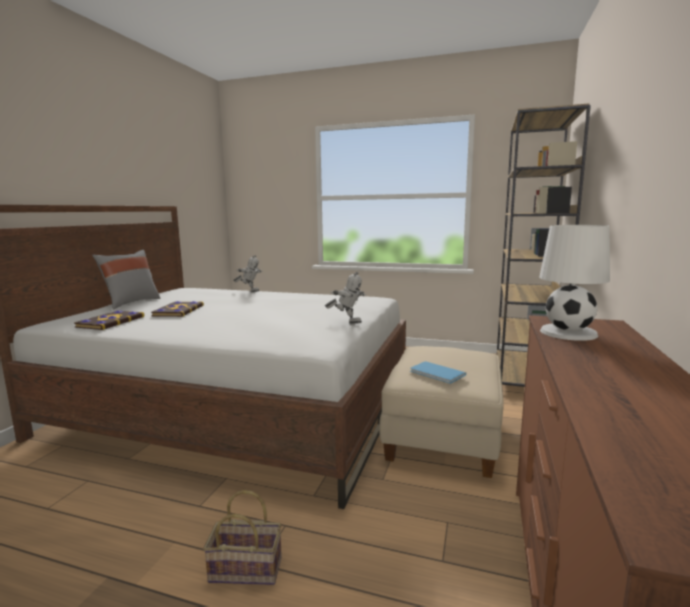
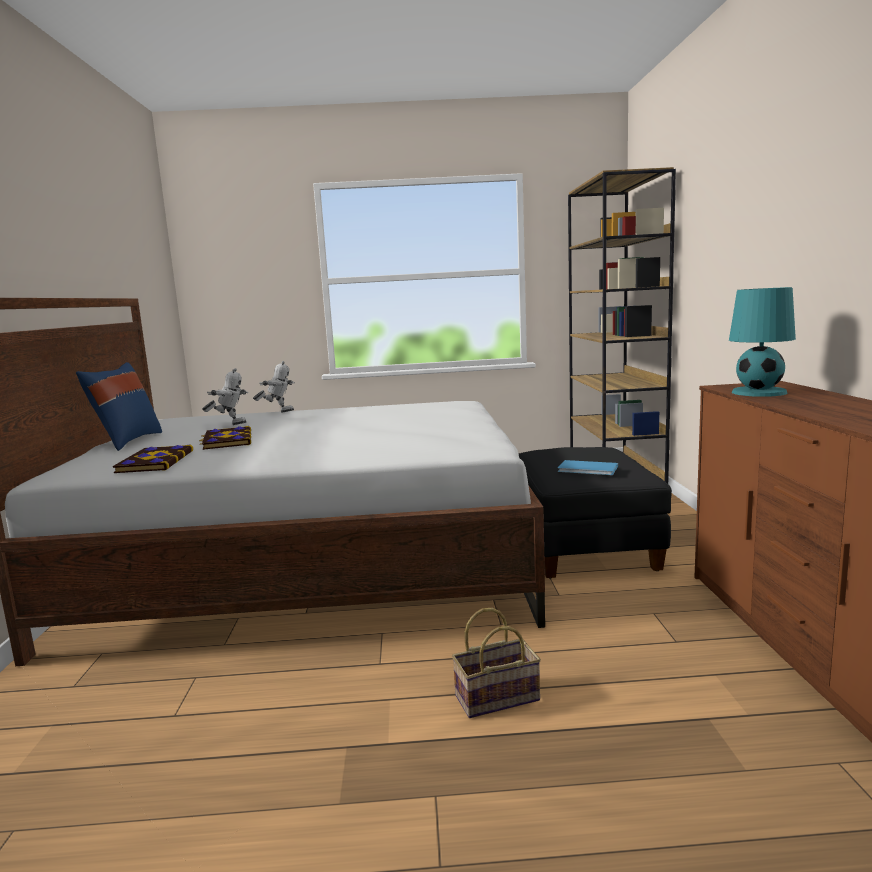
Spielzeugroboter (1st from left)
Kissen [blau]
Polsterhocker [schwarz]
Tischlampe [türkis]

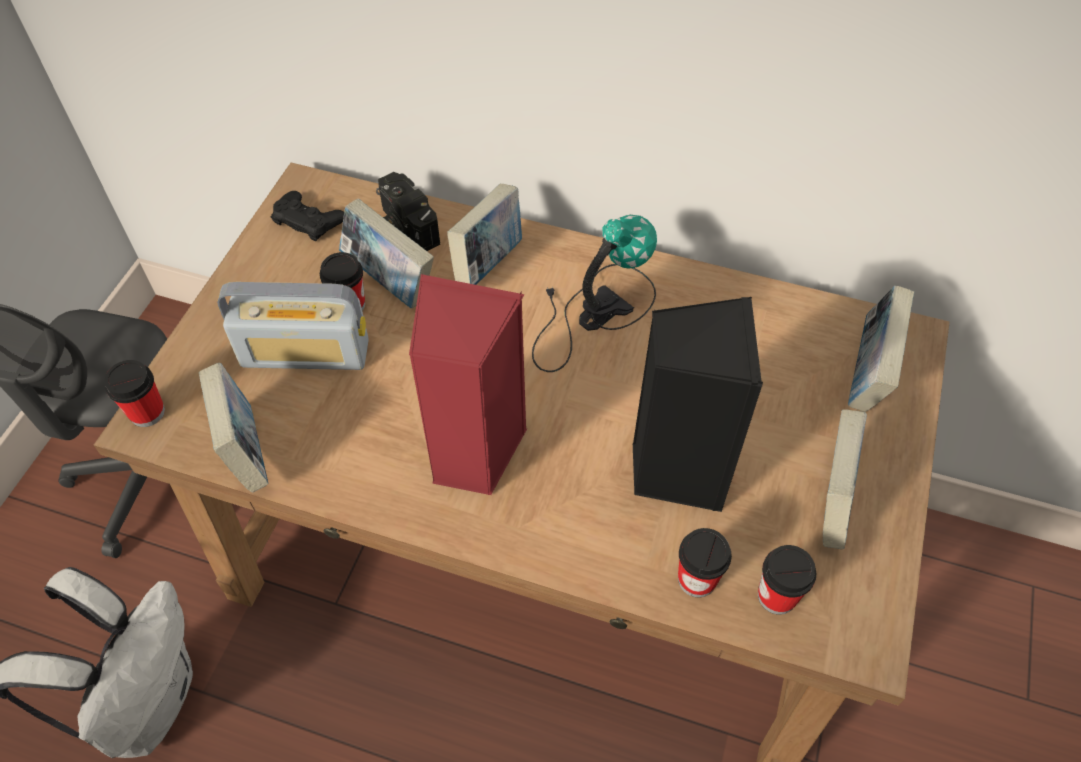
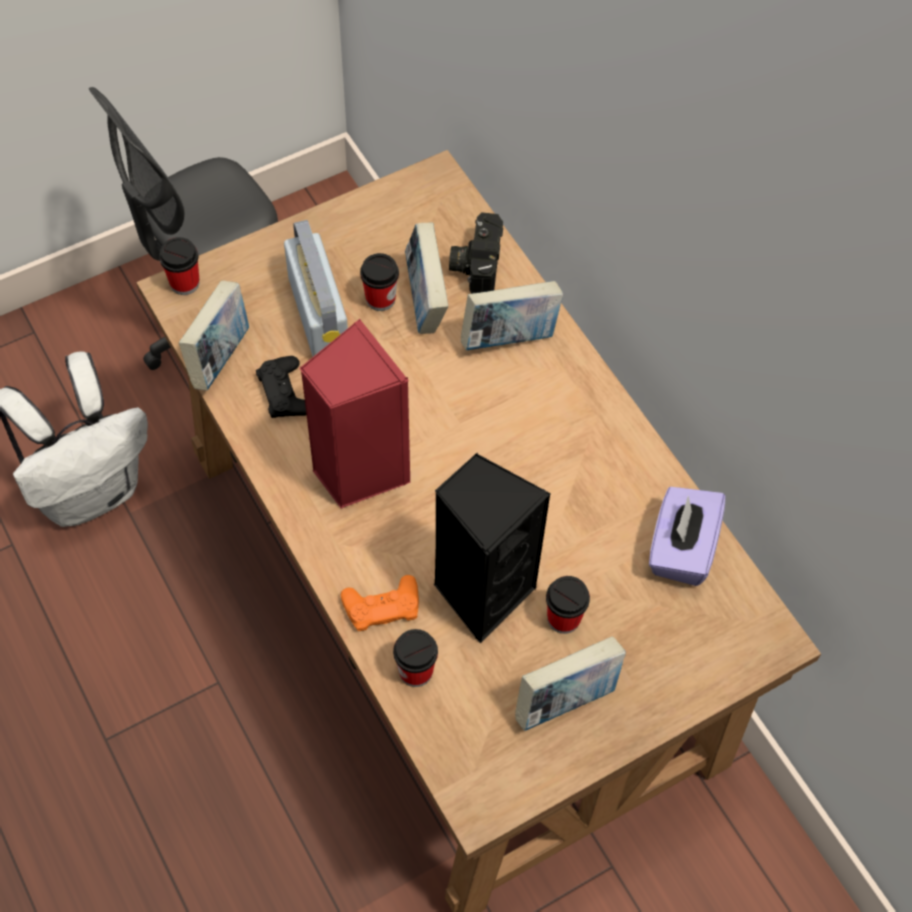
Tischlampe
Buch (5th from left in the first image)
Gamepad [orange]
Taschentuchbox [lila]
Gamepad [schwarz]
Tasse (4th from left)
Radio

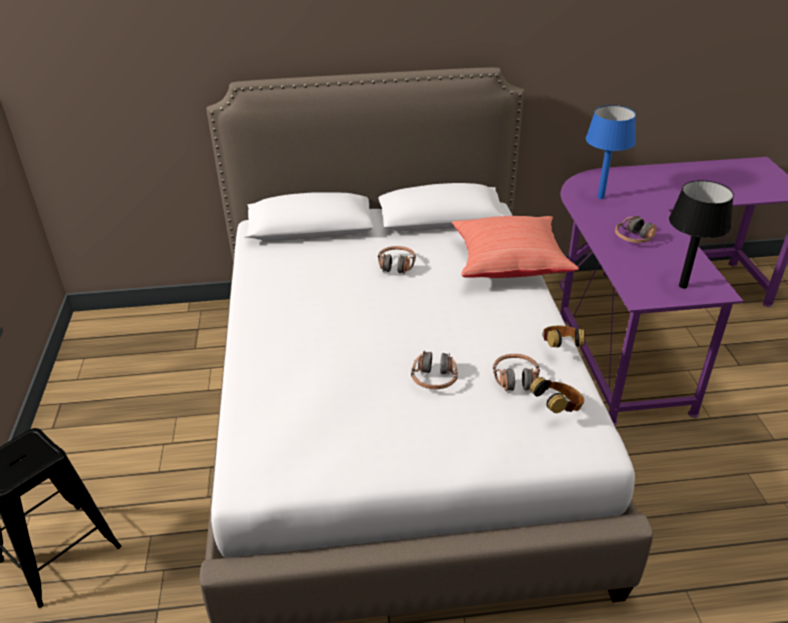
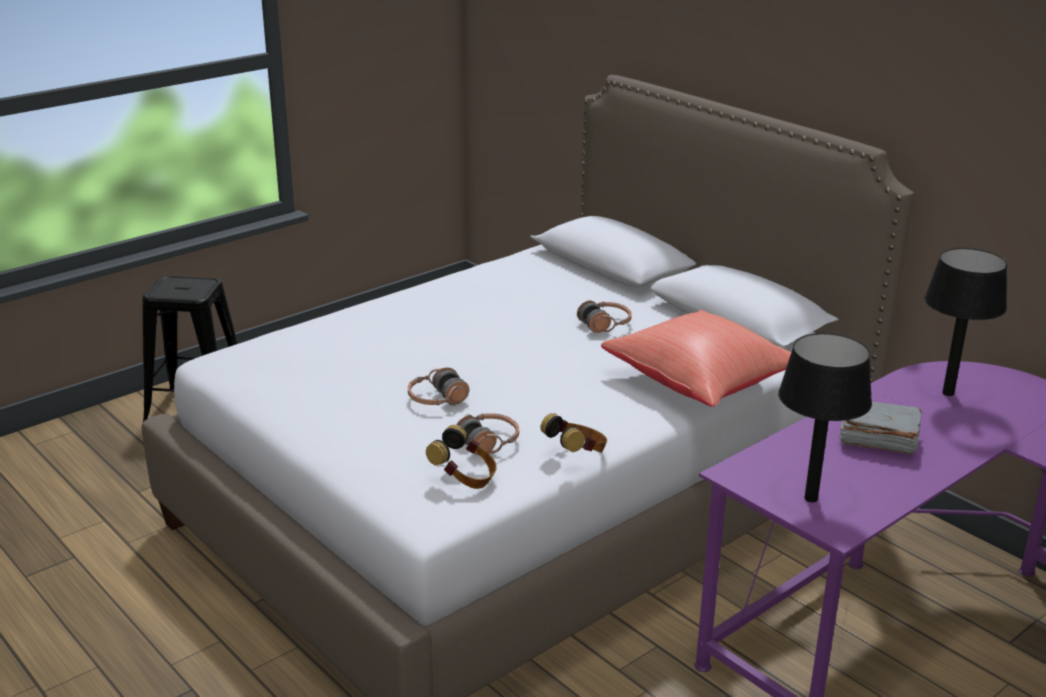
Buch [grau]
Tischlampe [schwarz] (2nd from left)

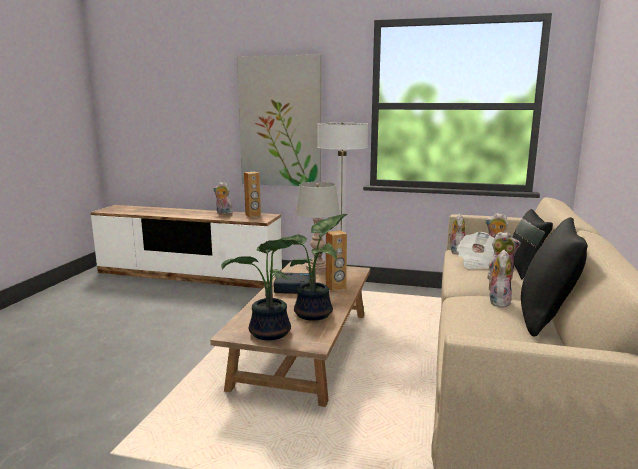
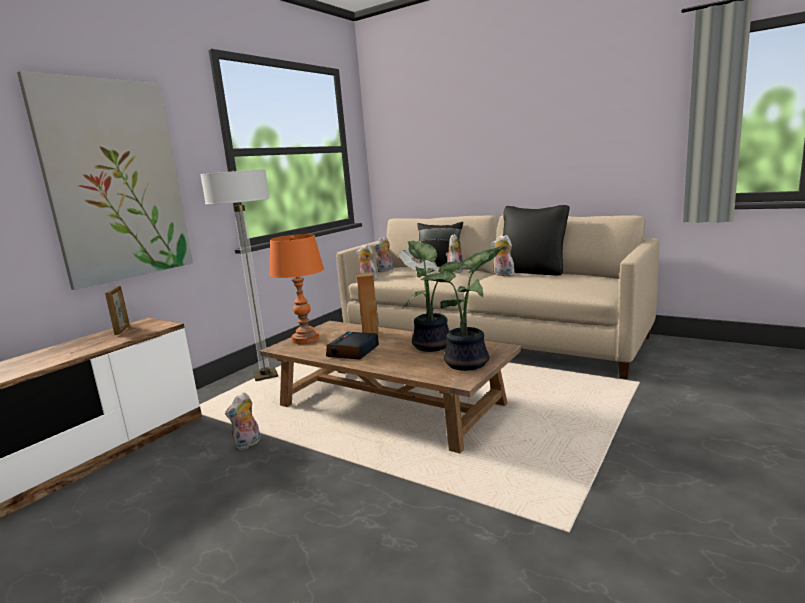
Plüschtier (1st from left)
Bilderrahmen
Tischlampe [orange]

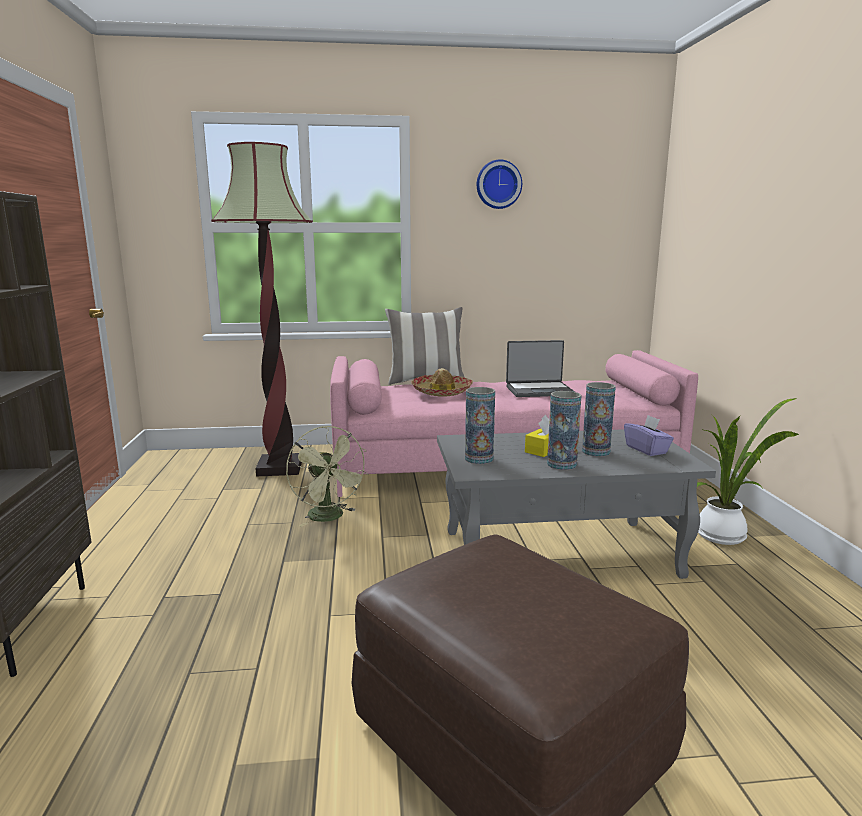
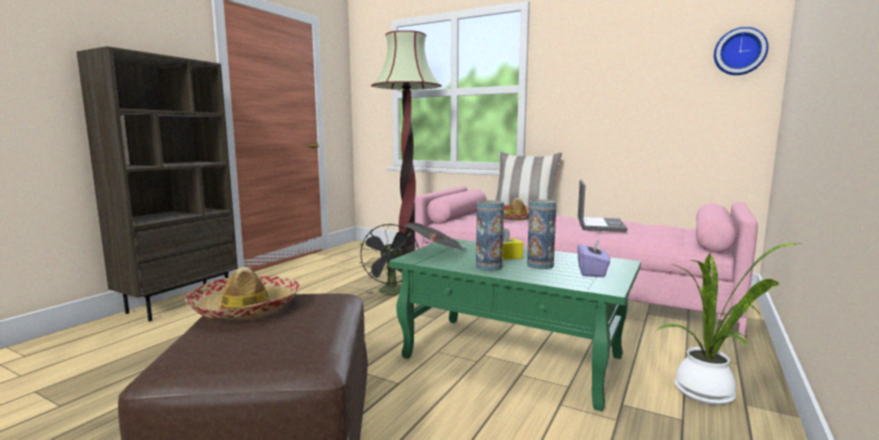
Hut (1st from left)
Wanduhr
Zeitung
Ventilator [schwarz]
Couchtisch [grün]
Laptop

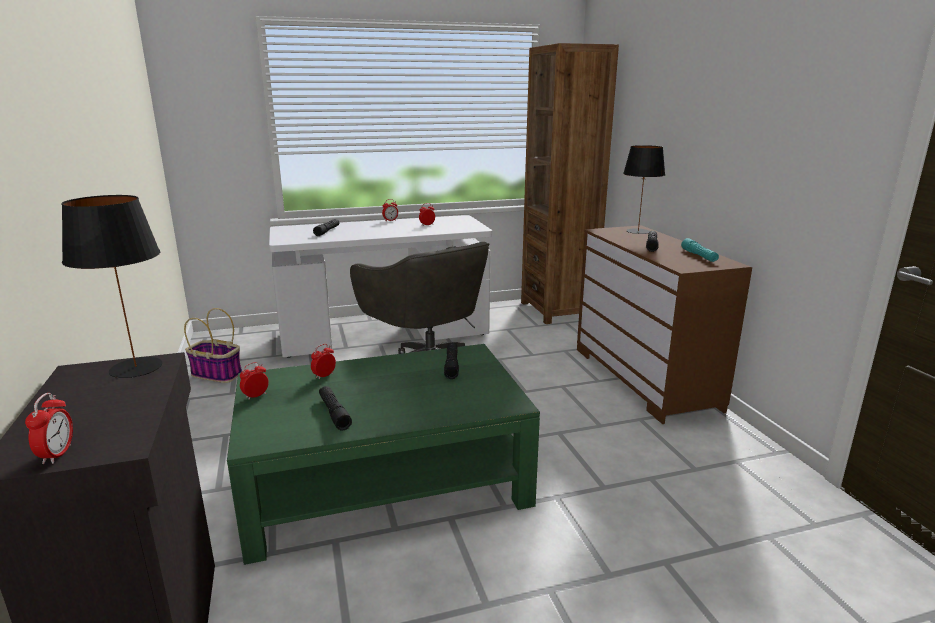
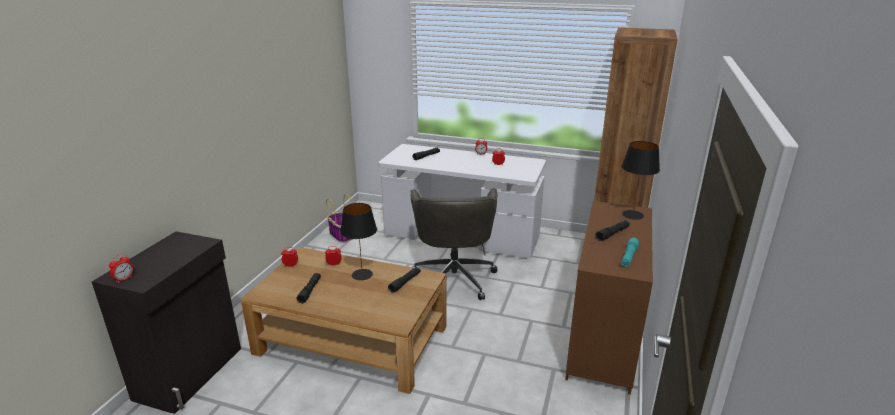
Tischlampe [schwarz] (1st from left)
Couchtisch [braun]

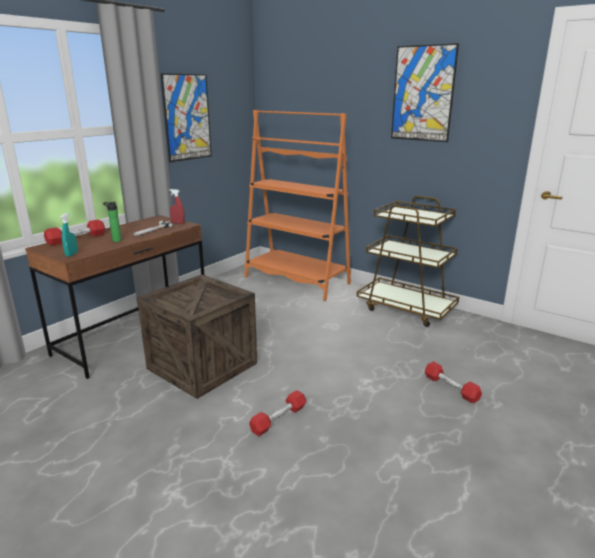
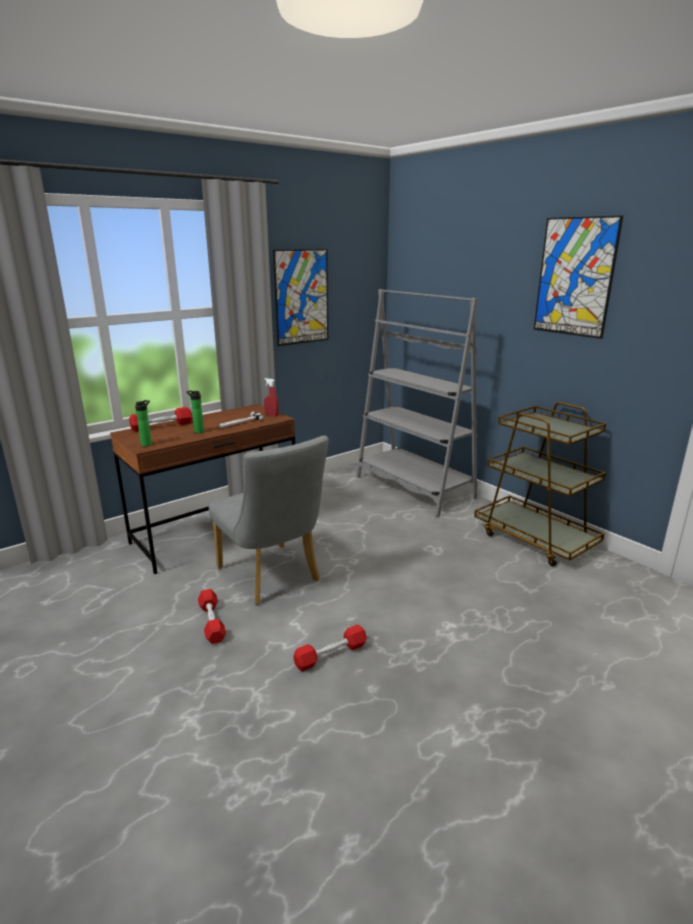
Hantel [rot] (2nd from left)
Flasche (1st from left)
Stuhl [grau]
Bücherregal [grau]

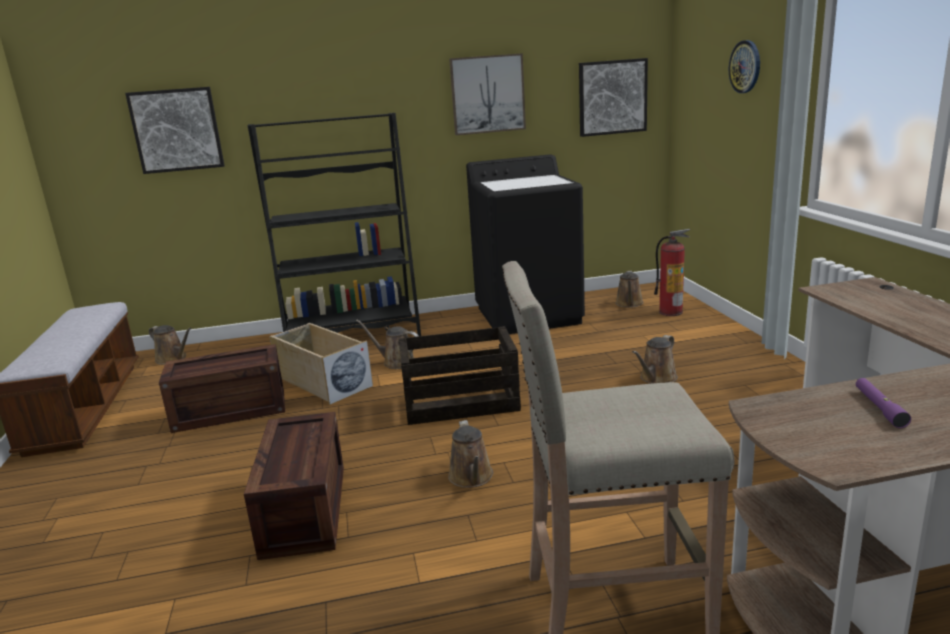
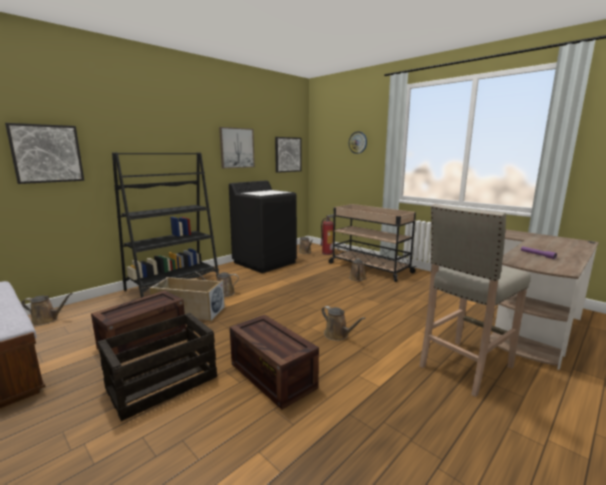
Rollwagen [beige]
Kiste (2nd from left)

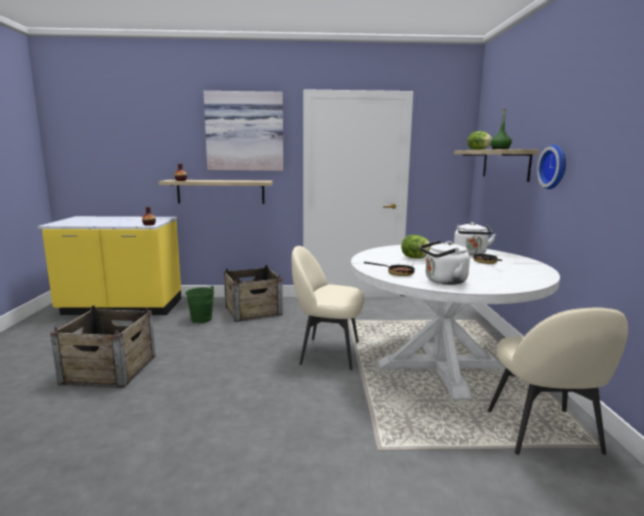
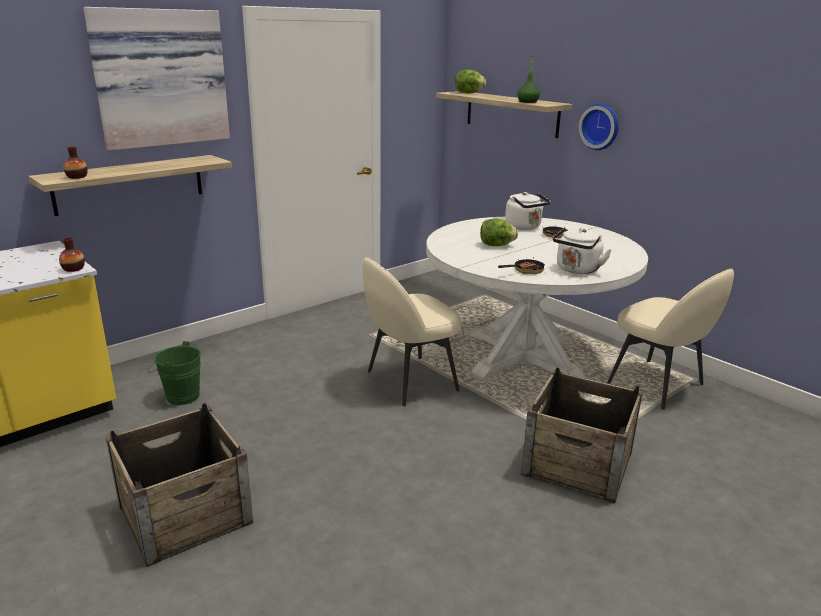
Kiste (2nd from left)

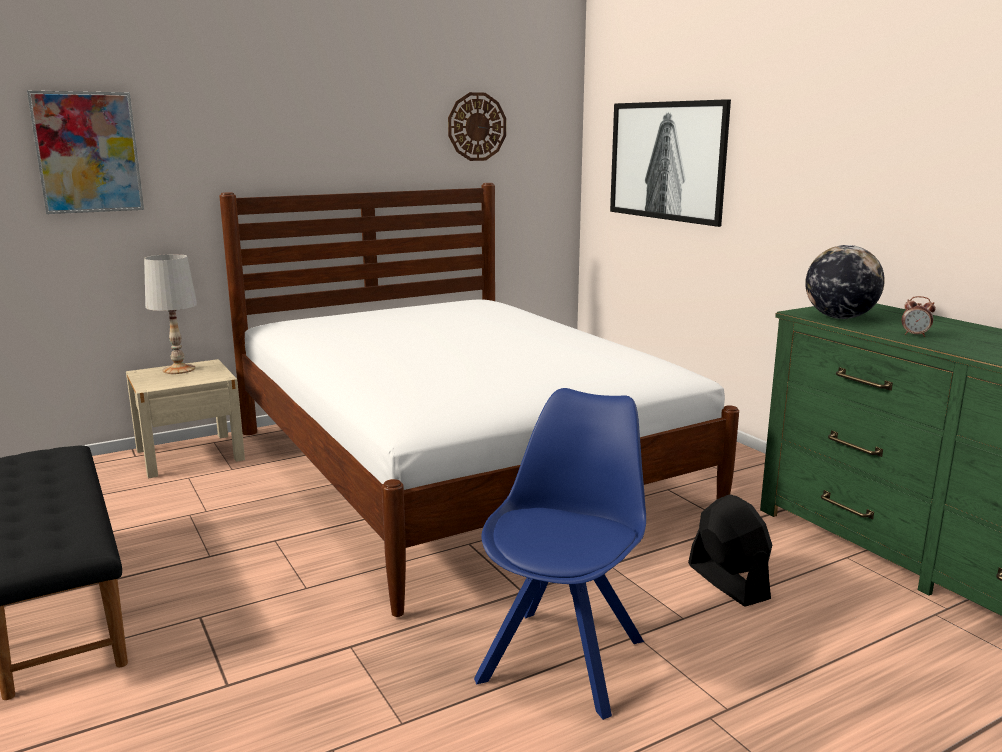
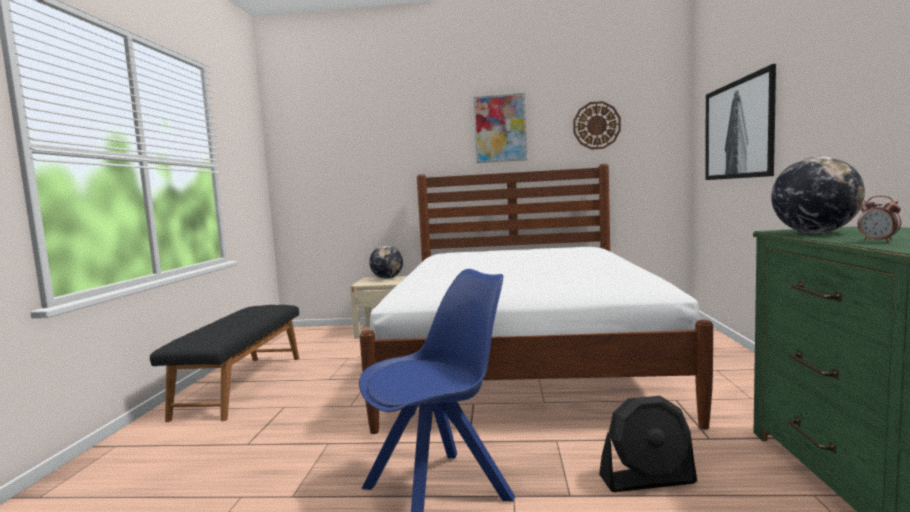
Bild (1st from left)
Globus (1st from left)
Ventilator [schwarz]

